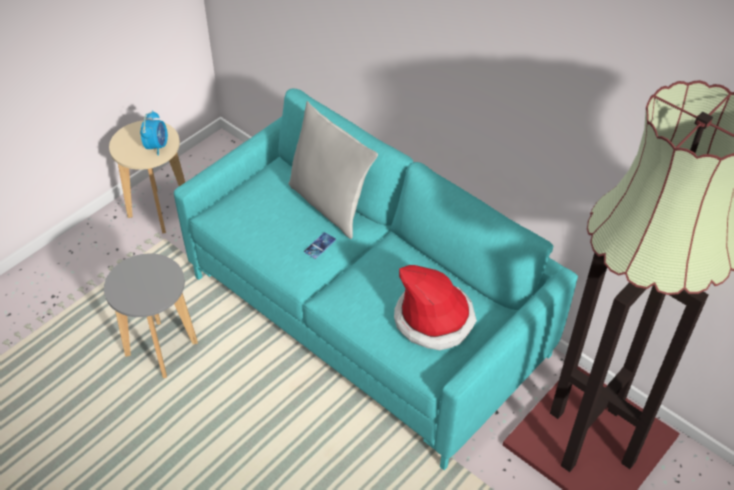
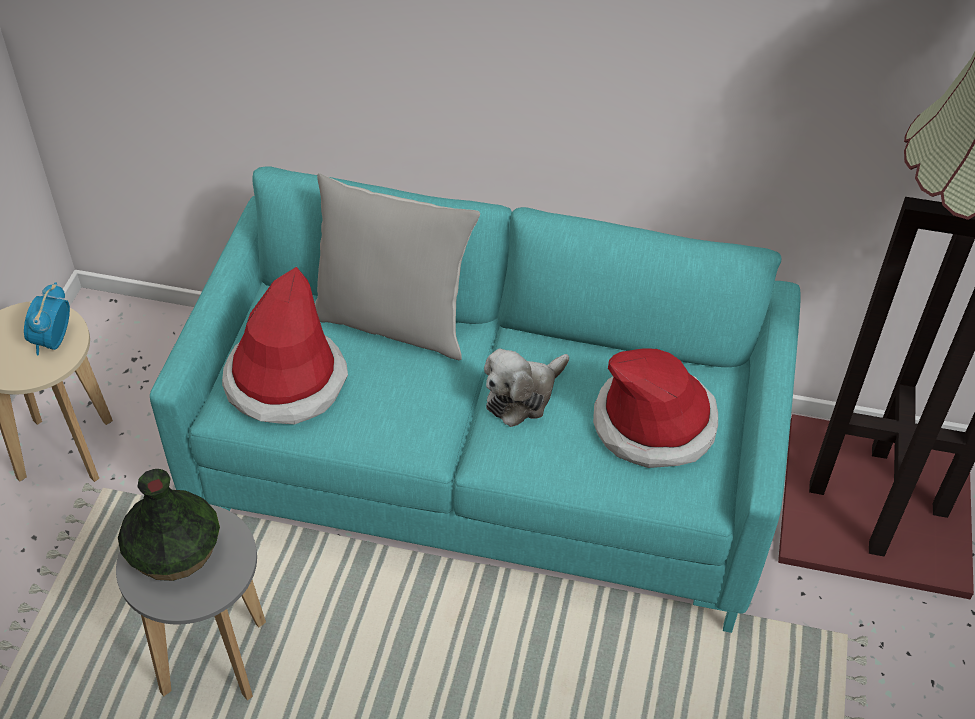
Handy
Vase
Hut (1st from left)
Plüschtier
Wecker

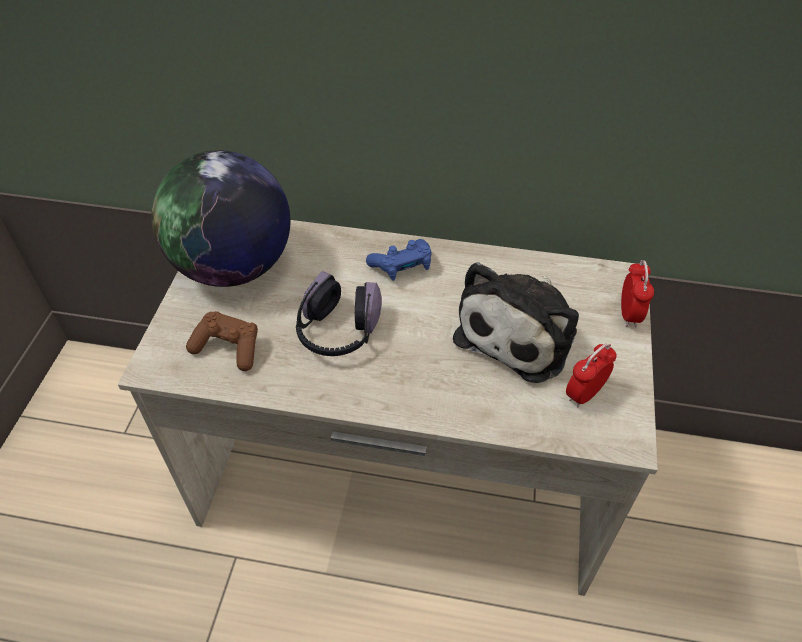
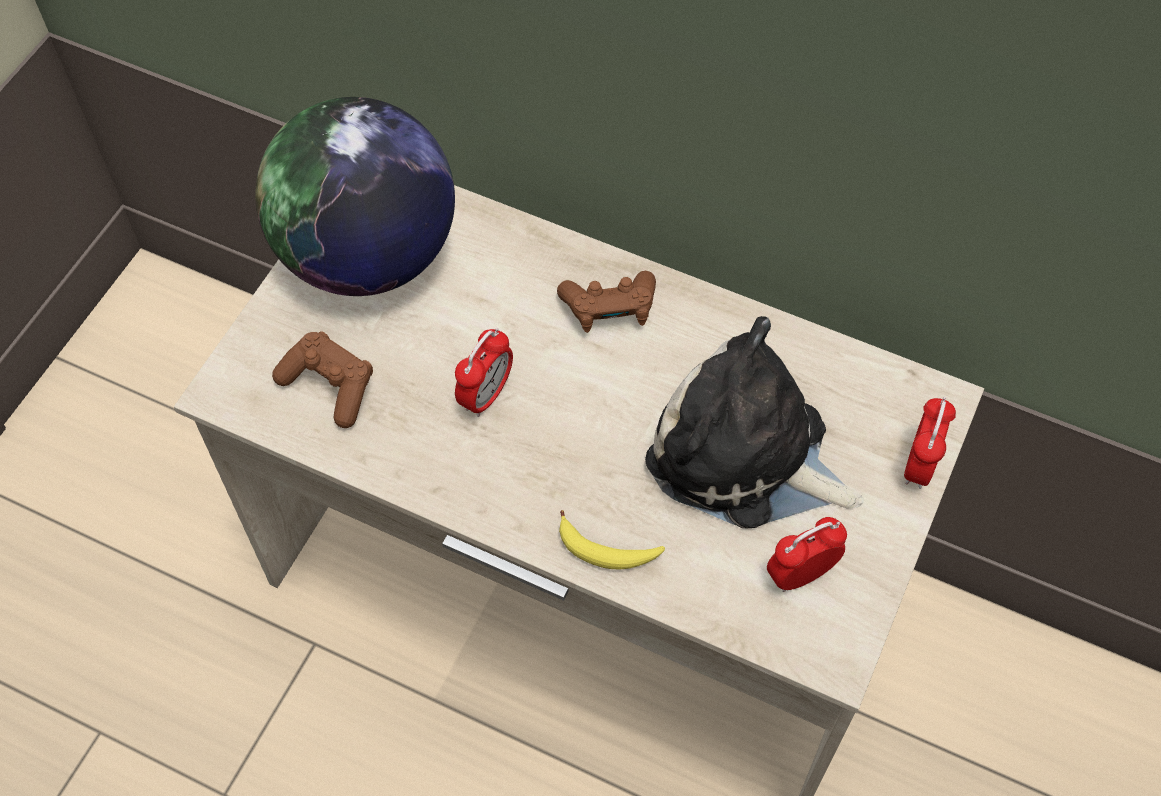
Banane
Wecker (1st from left)
Gamepad [braun] (2nd from left)
Plüschtier

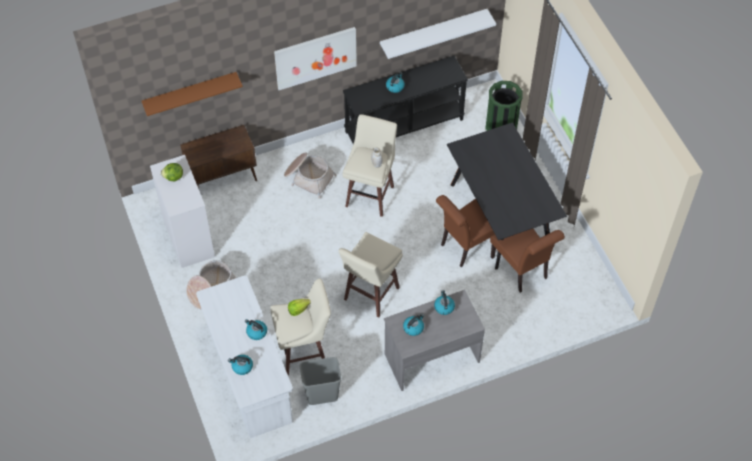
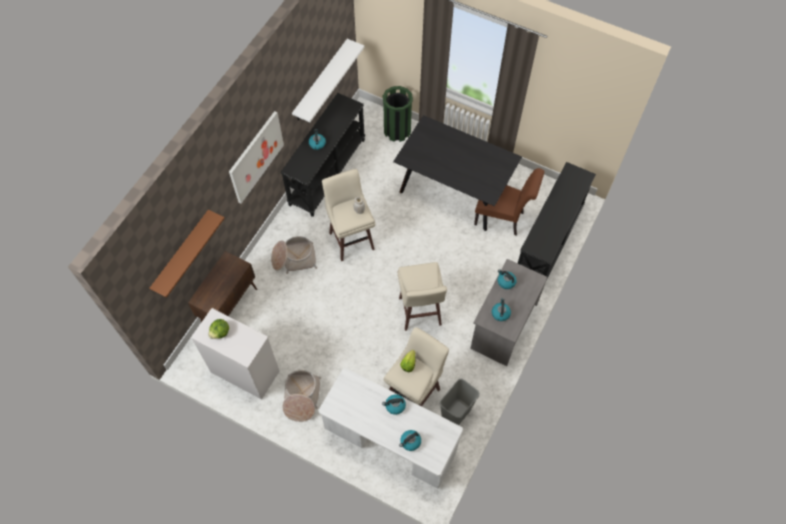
Stuhl [braun] (1st from left in the first image)
Konsolentisch [schwarz] (2nd from left)

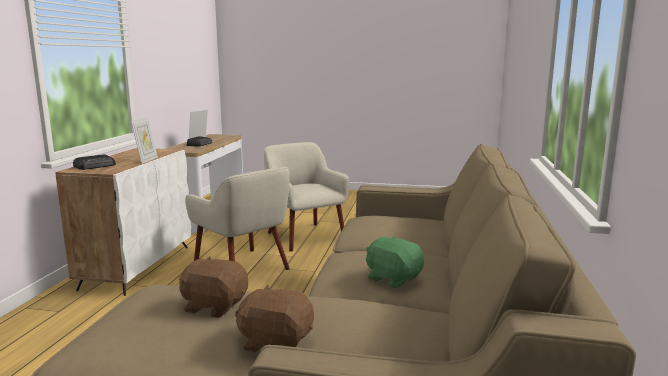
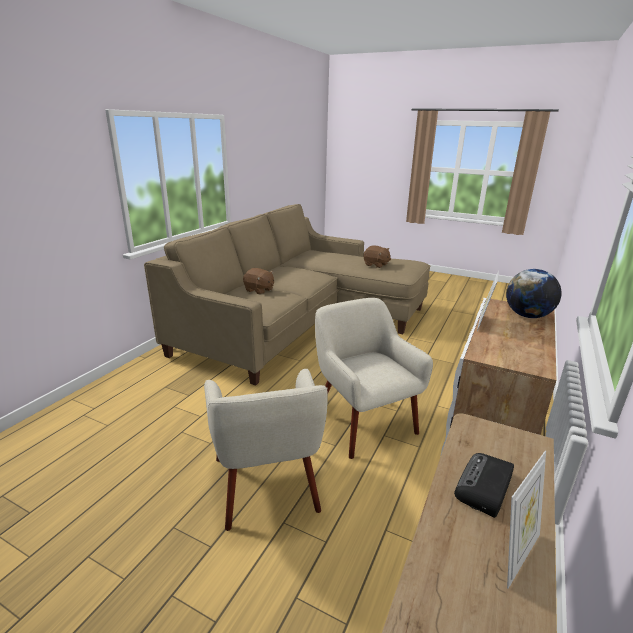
Plüschtier [grün]
Plüschtier [braun] (1st from left)
Globus

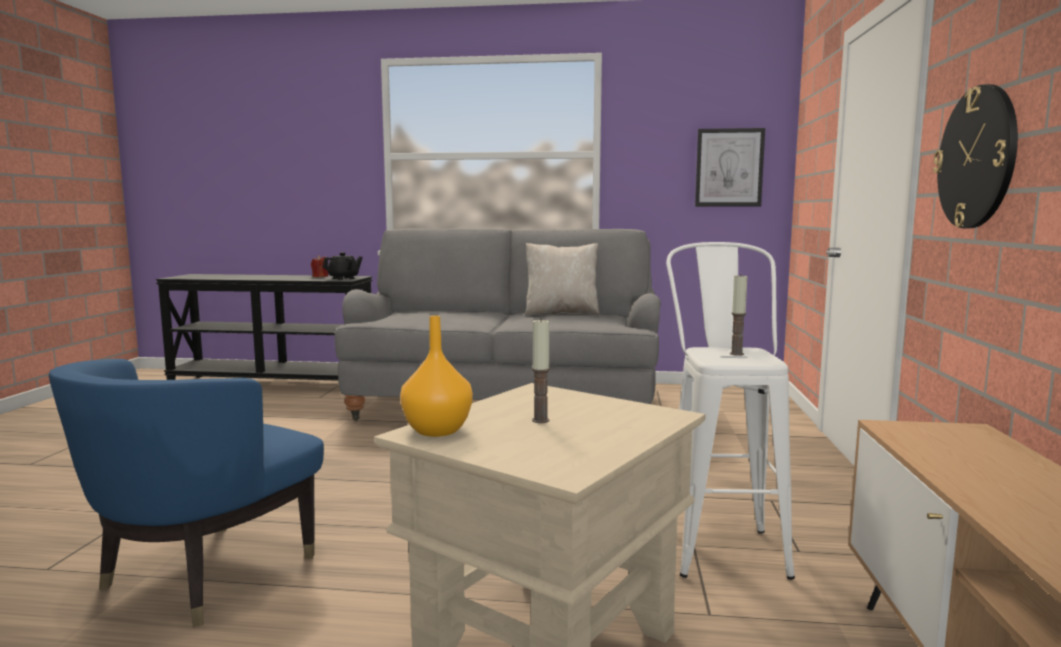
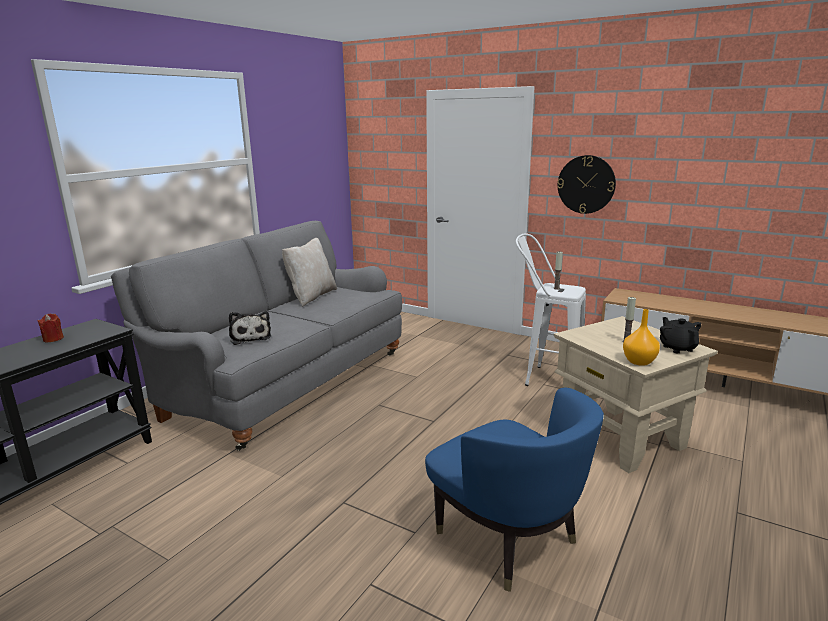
Bild
Plüschtier
Teekanne [schwarz]

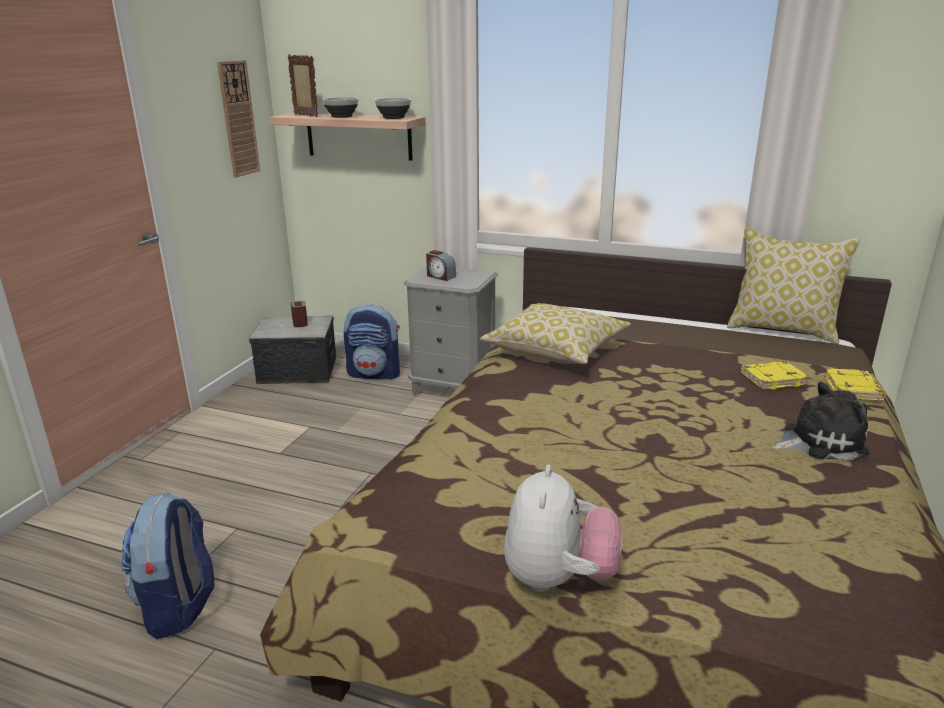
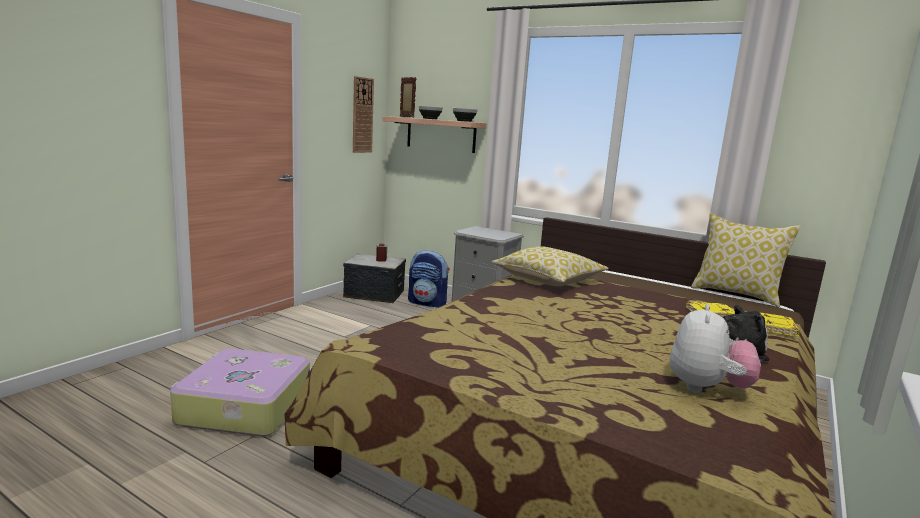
Wecker (2nd from left in the first image)
Plüschtier (1st from left)
Koffer

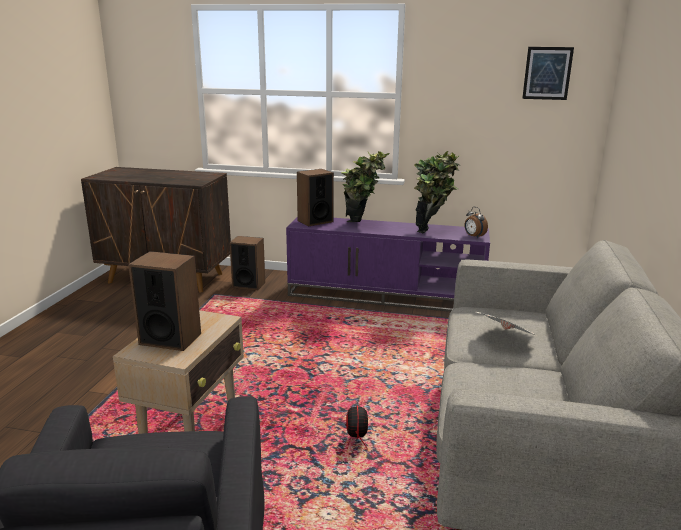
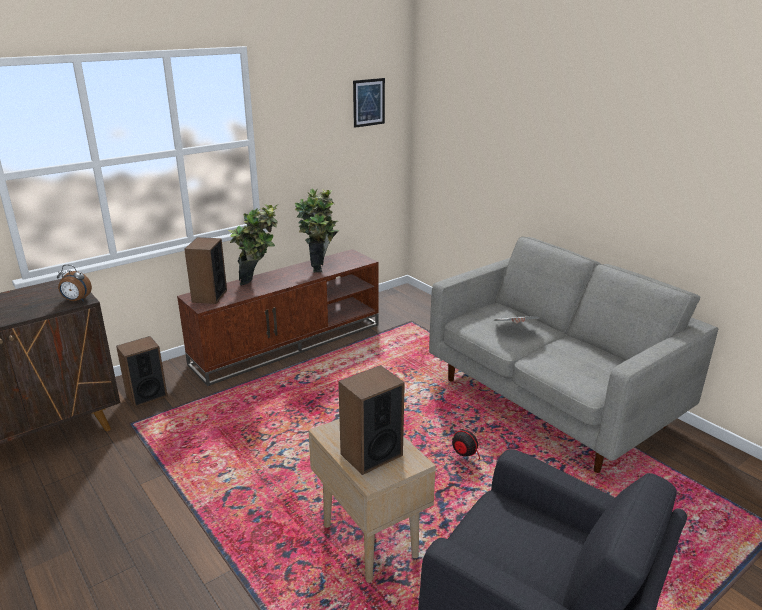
Wecker
Fernsehschrank [braun]

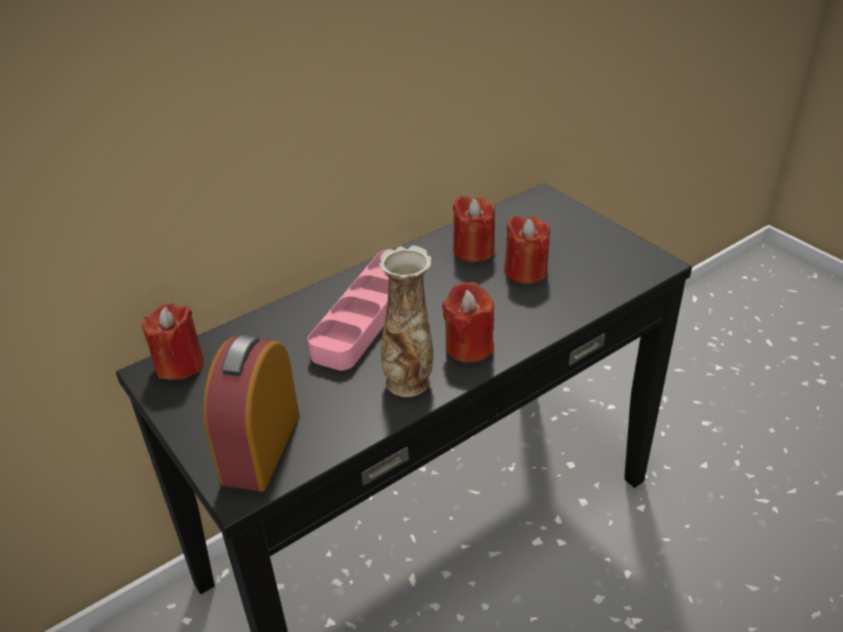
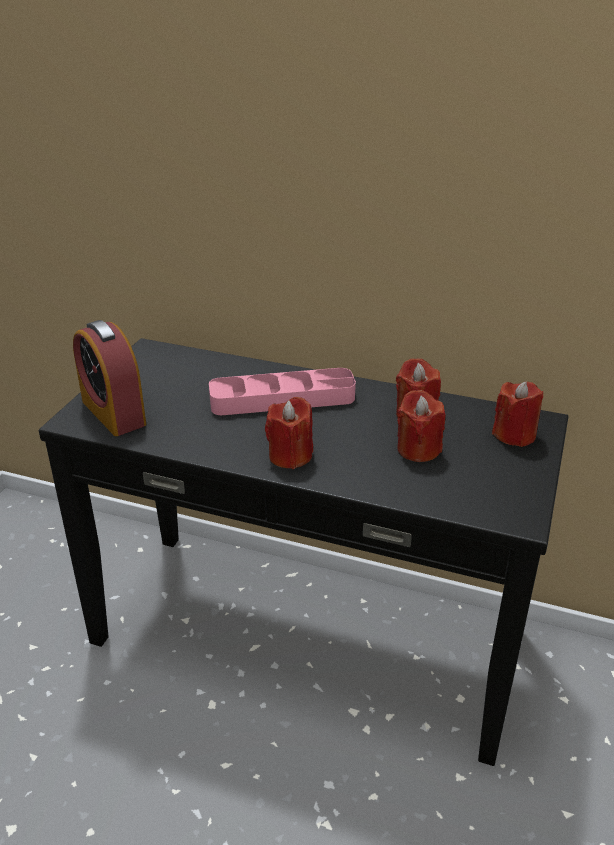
Vase
Kerze [rot] (4th from left)
Wecker

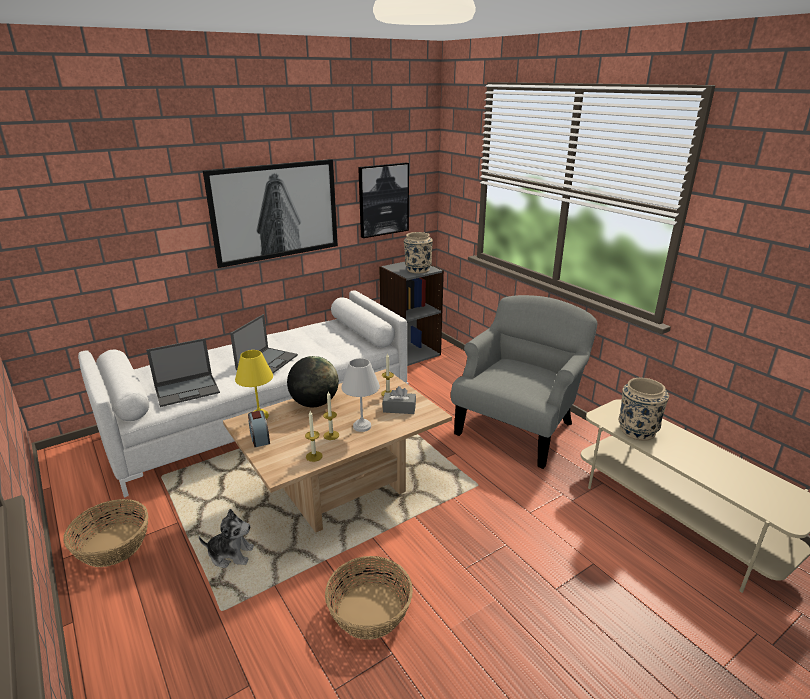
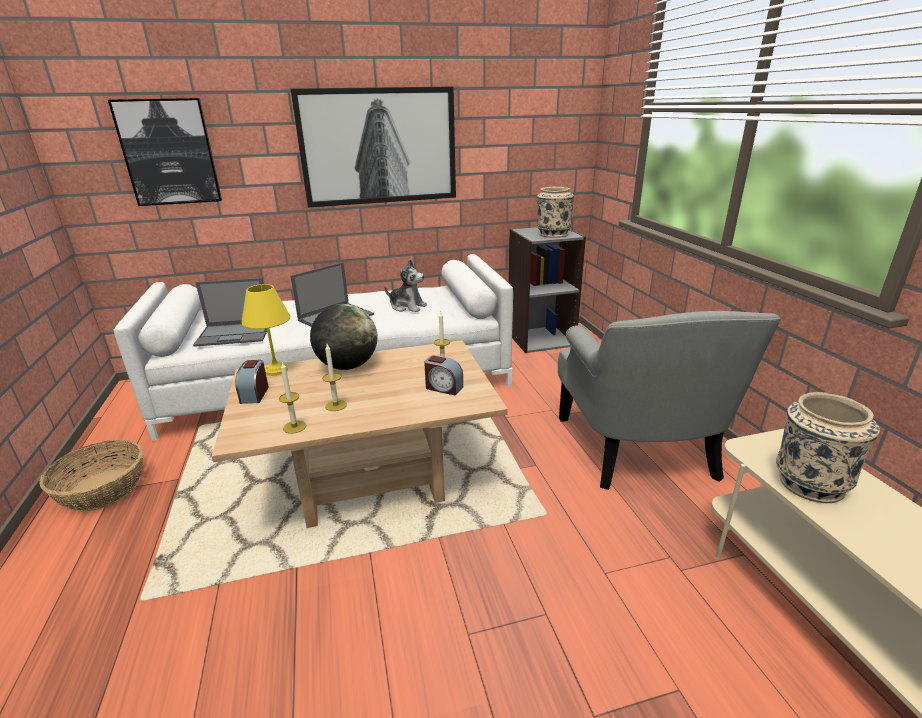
Korb (2nd from left in the first image)
Tischlampe [weiß]
Plüschtier
Bild (1st from left)
Wecker (2nd from left)
Sessel [grau]

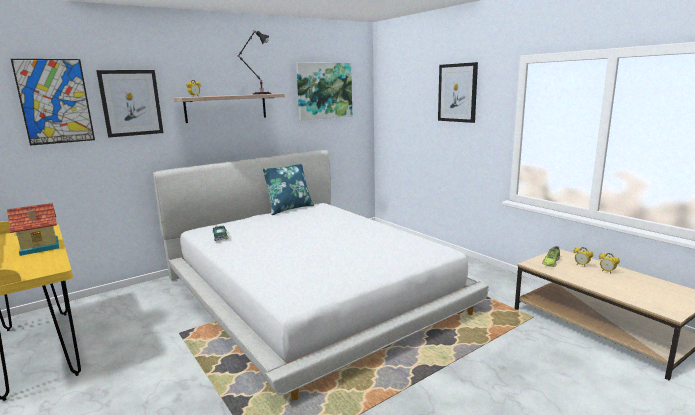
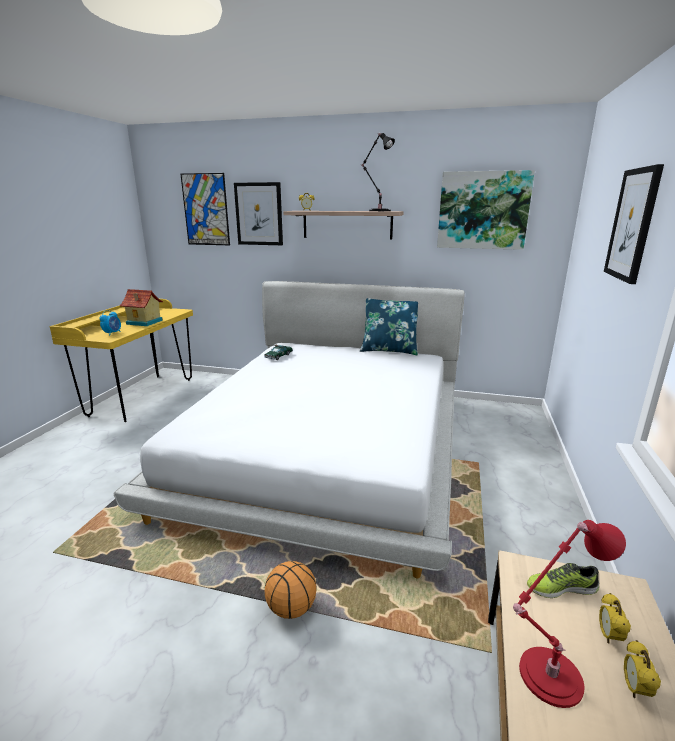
Wecker (1st from left)
Basketball
Tischlampe [rot]

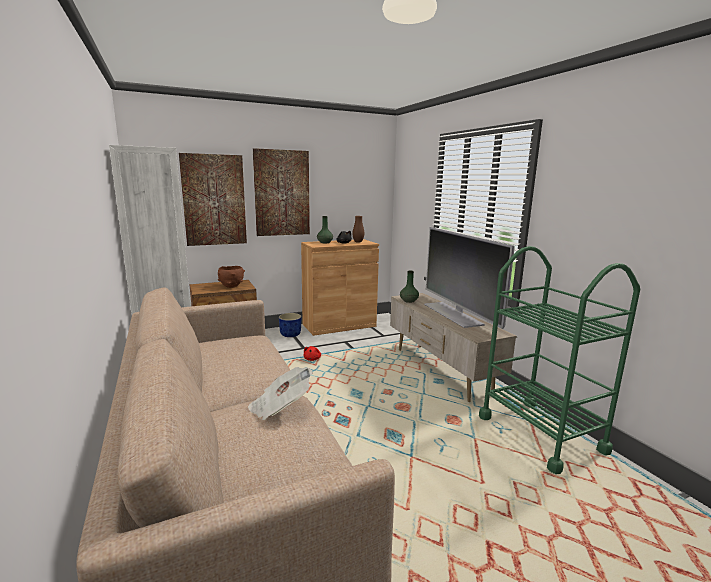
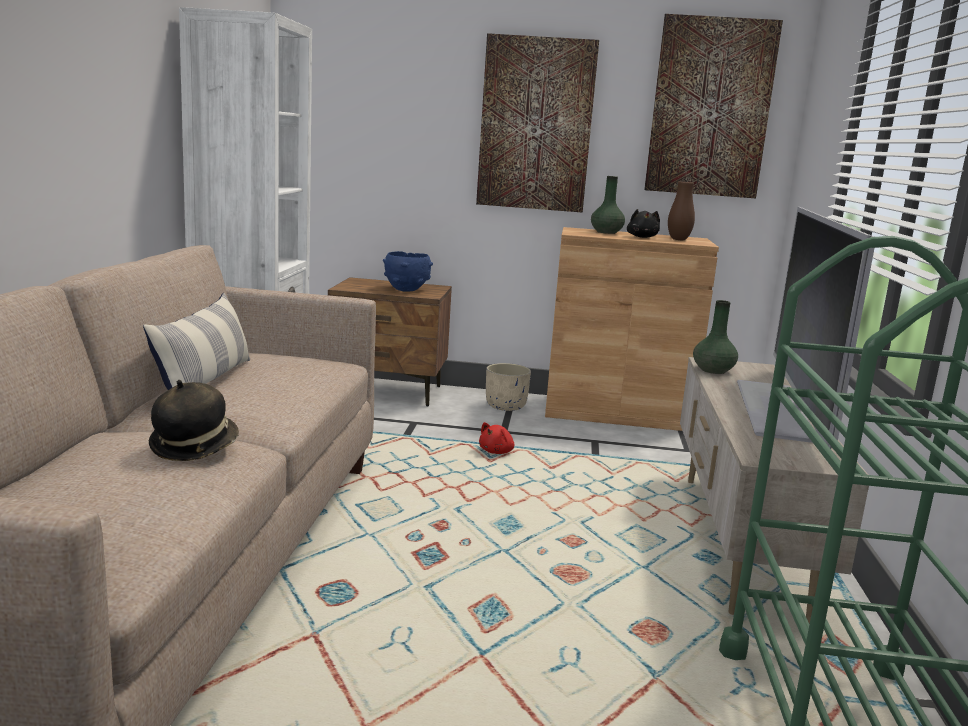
Kissen
Bild (2nd from left)
Hut
Schüssel [blau]
Pflanzkübel [beige]

